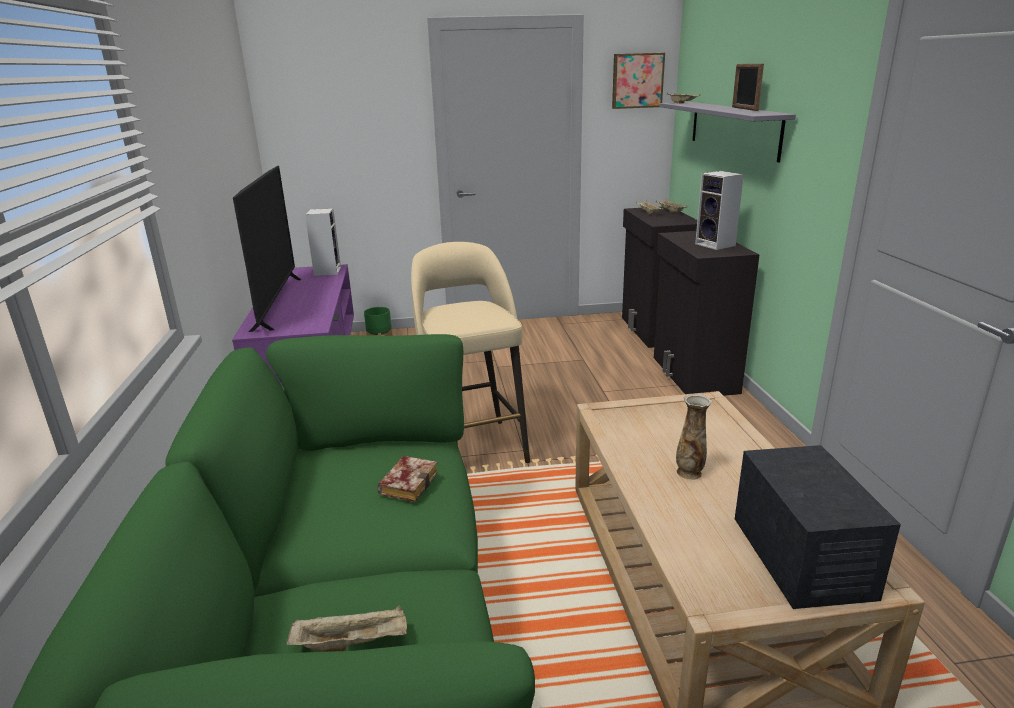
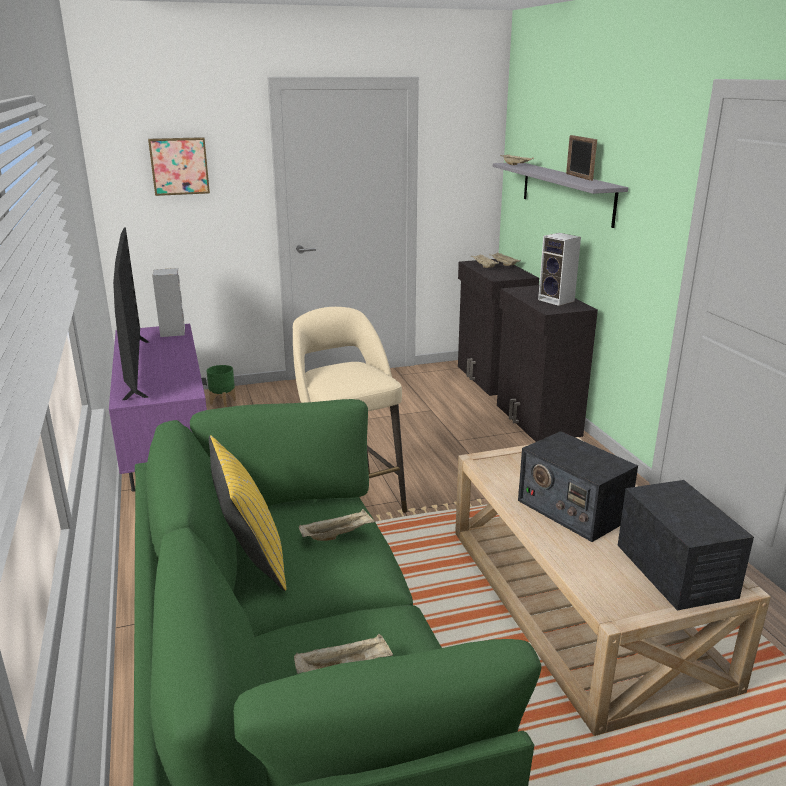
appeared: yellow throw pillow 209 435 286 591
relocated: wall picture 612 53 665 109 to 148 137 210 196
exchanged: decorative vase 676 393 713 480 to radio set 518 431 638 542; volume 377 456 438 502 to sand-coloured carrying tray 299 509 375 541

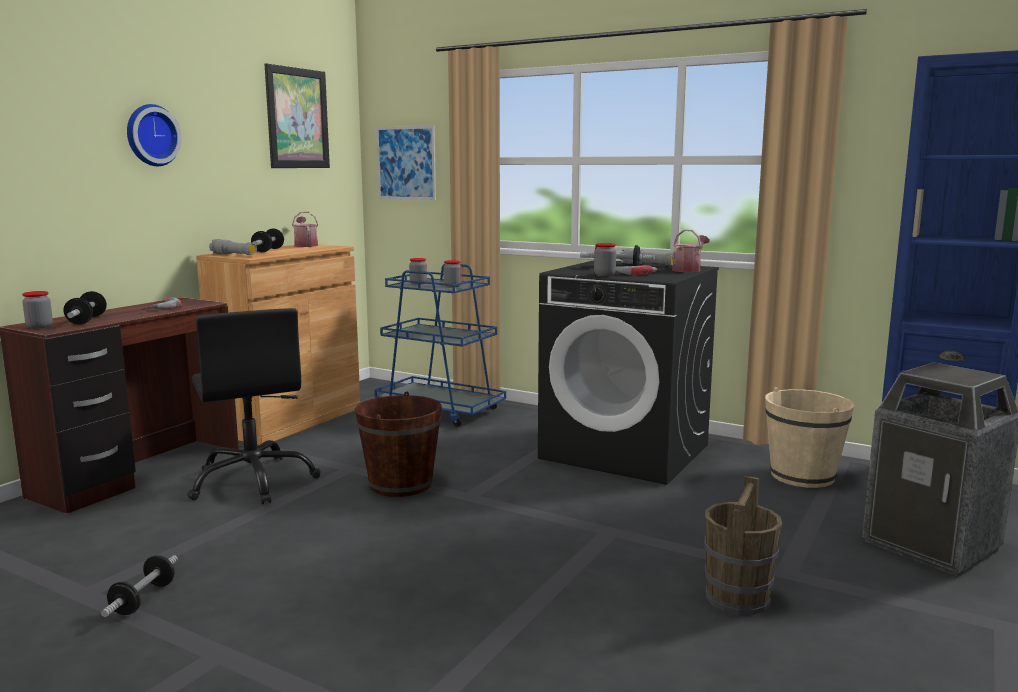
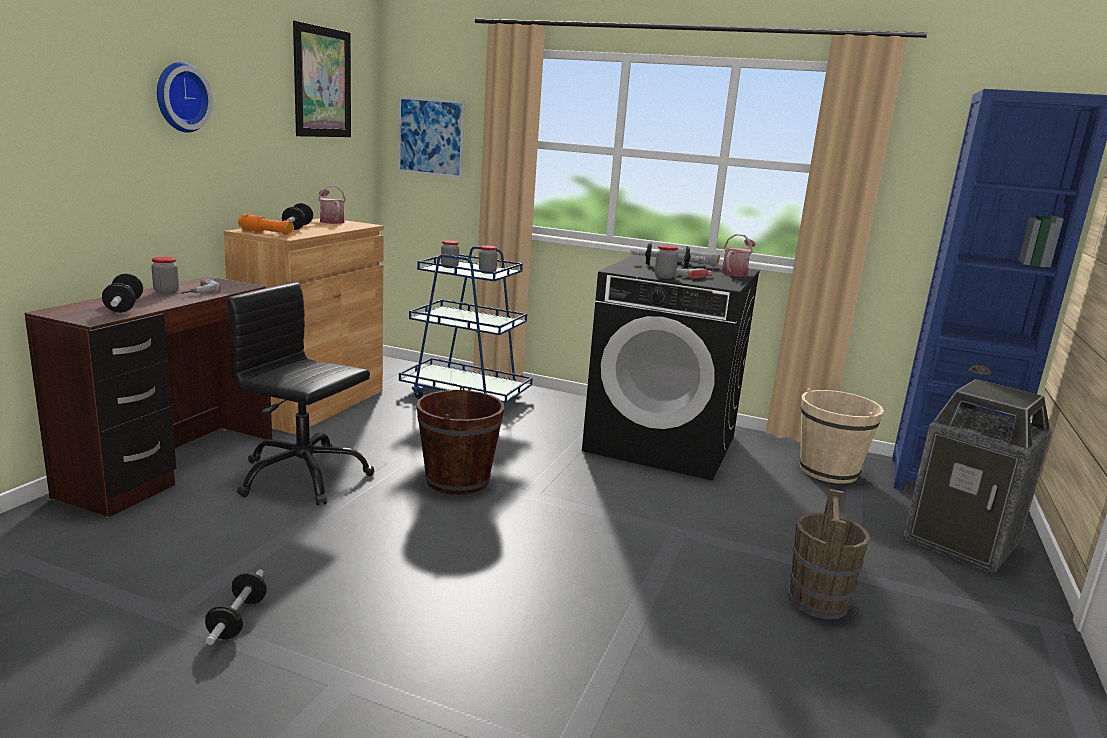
relocated: jar 22 291 53 329 to 151 257 179 294
colour: gray flashlight 209 239 257 255 to orange-coloured flashlight 238 214 294 235
spun: black-coloured computer chair 187 308 321 505 = 227 282 374 506 150 degrees clockwise

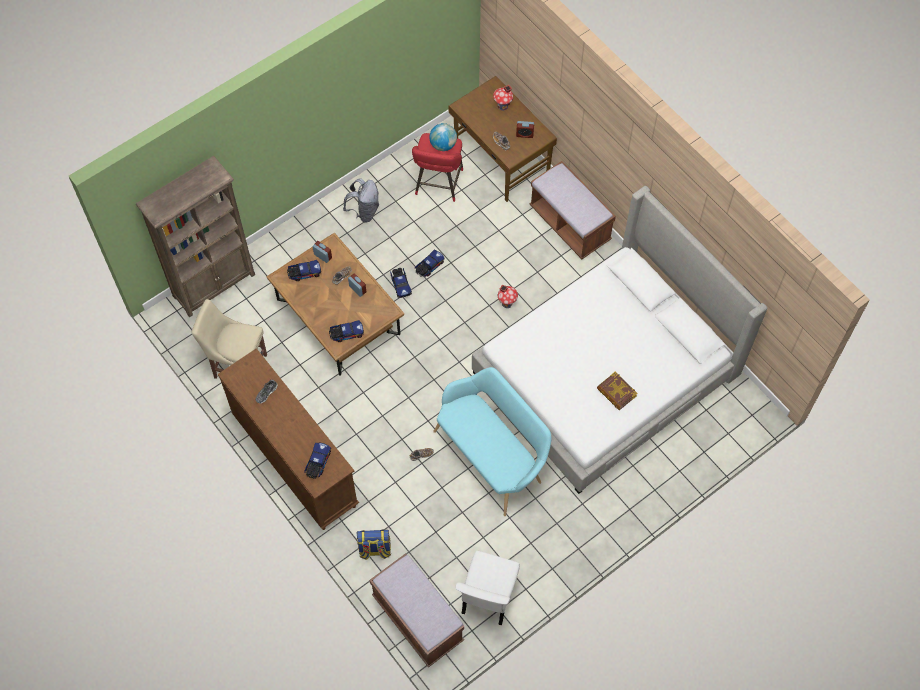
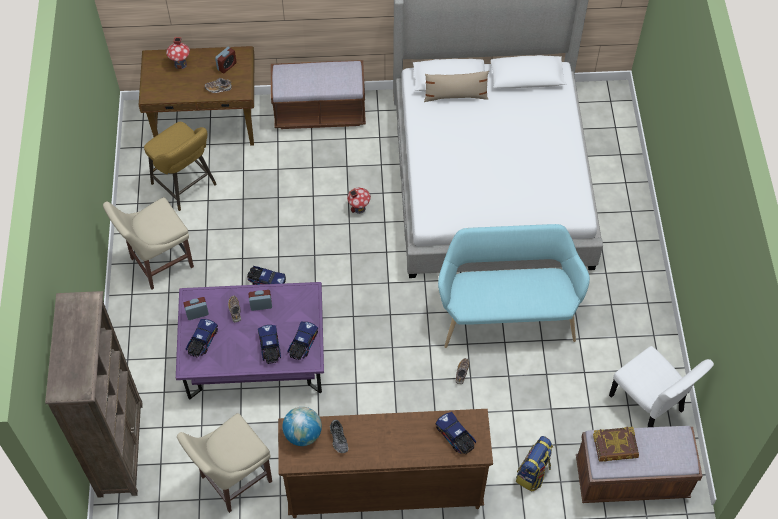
appeared: sand-coloured throw pillow 424 71 489 102
relocated: globe 429 123 457 151 to 282 407 322 446; model truck 415 250 445 277 to 258 325 281 364; volume 597 371 638 410 to 593 427 639 462
exchanged: gray backpack 343 178 379 222 to sand-coloured plain chair 103 197 194 289
colour: red-coloured sitting stool 412 133 463 202 to yellow sitting stool 144 122 217 211; brownish coffee table 267 233 404 376 to purplish coffee table 176 282 324 400

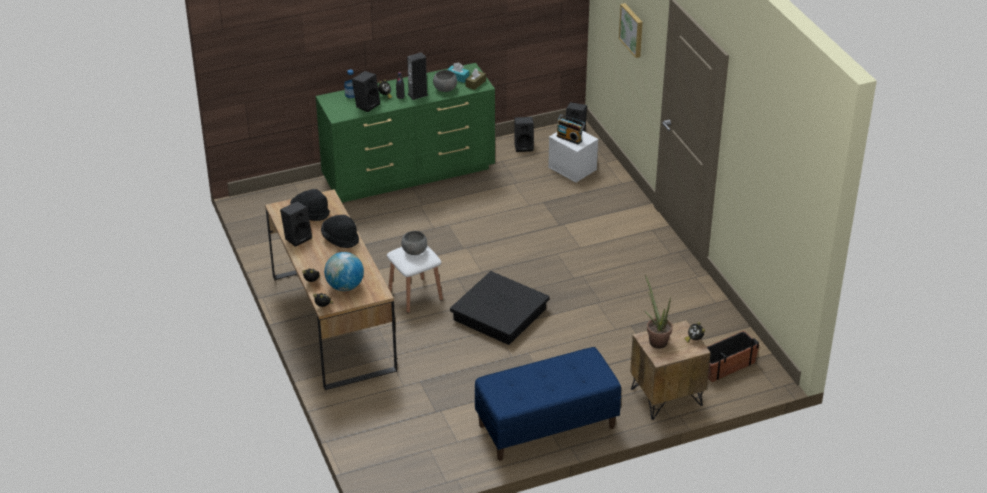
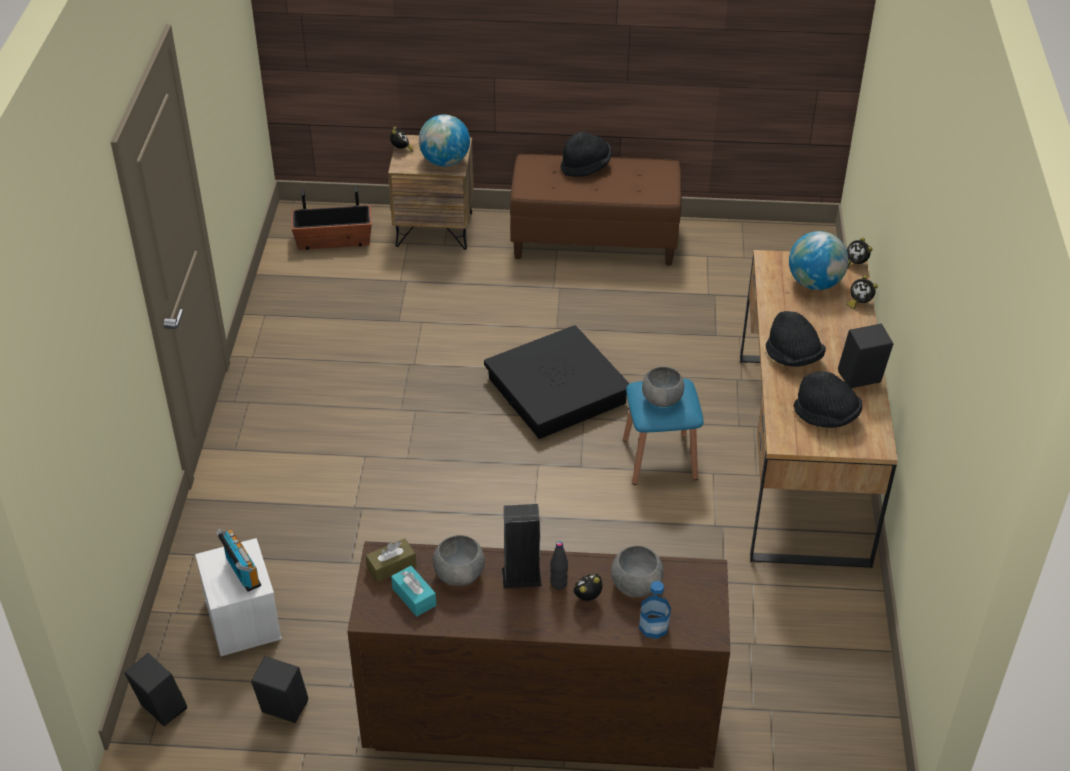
missing: wall picture 619 3 643 58
appeared: black-coloured clothing hat 560 132 612 177
exchanged: black-coloured speaker 352 71 380 112 to gray serving bowl 611 545 663 597; plant in a pot 644 275 673 349 to globe 419 115 470 167
colour: green-coloured drawer chest 316 63 495 203 to brownish drawer chest 347 541 730 769; white-coloured sitting stool 387 245 443 313 to blue sitting stool 623 379 704 485; blue indoor bench 474 347 621 461 to brownish indoor bench 510 154 681 266

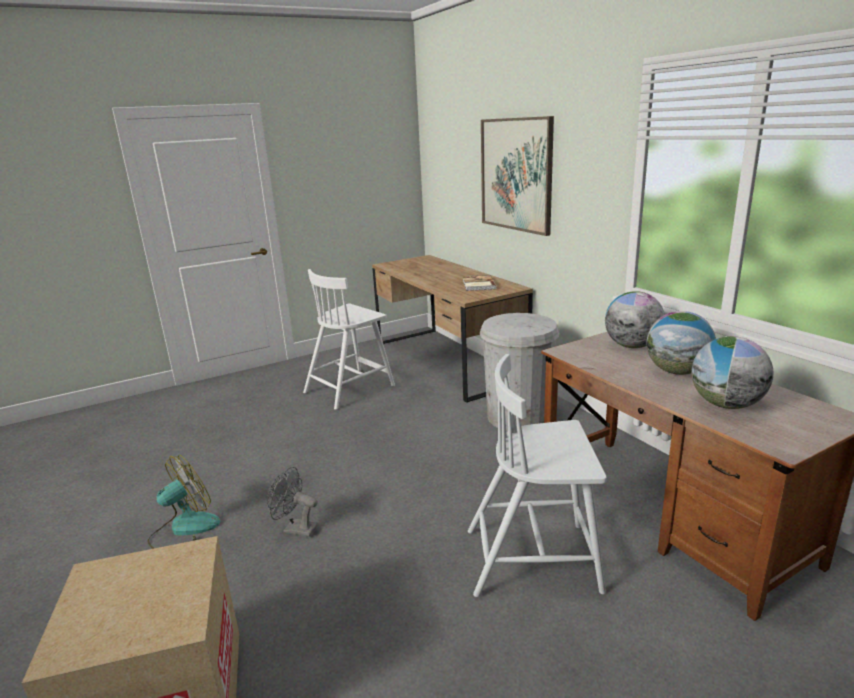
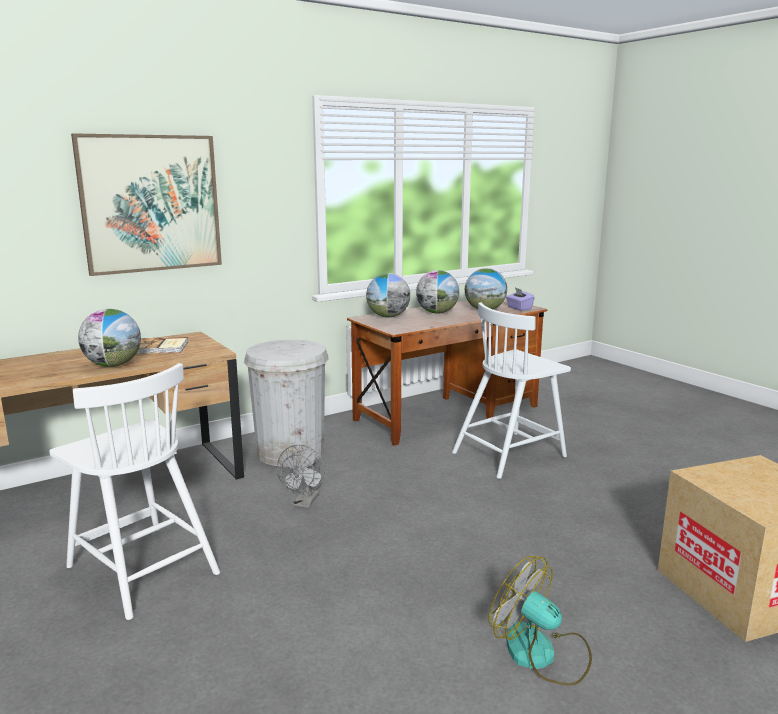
appeared: purplish box of tissues 506 288 535 311; globe 78 309 141 367
relocated: gray cooling fan 267 467 318 537 to 277 445 325 508
spun: white-coloured plain chair 468 354 607 597 = 452 303 571 479 60 degrees clockwise

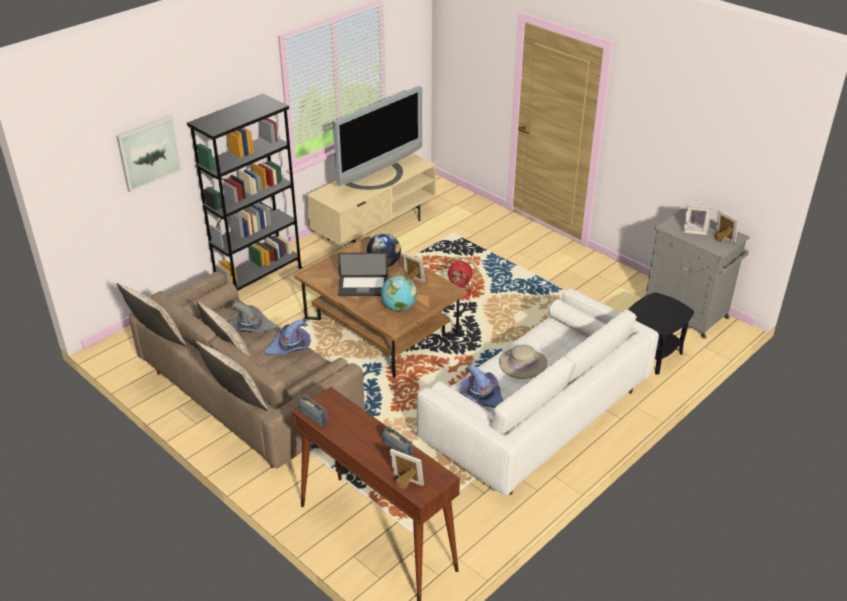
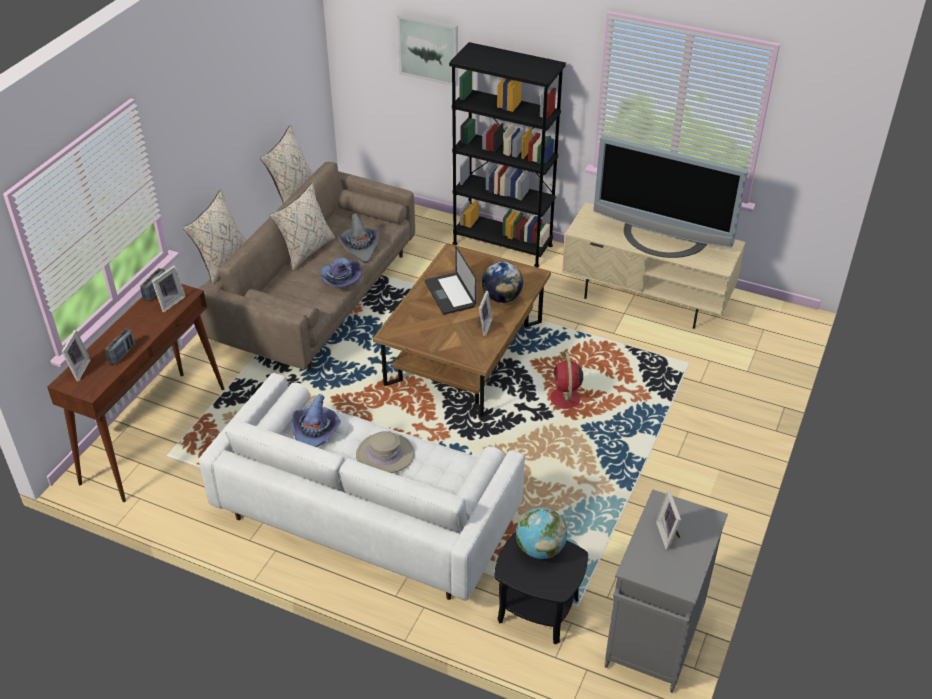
relocated: photo frame 715 210 738 245 to 152 265 186 312; globe 381 275 417 312 to 516 507 567 559

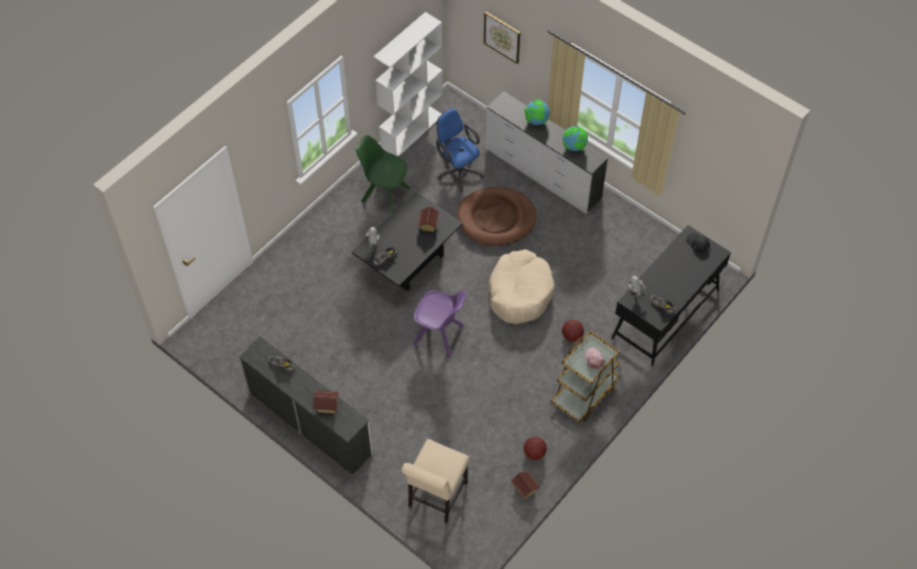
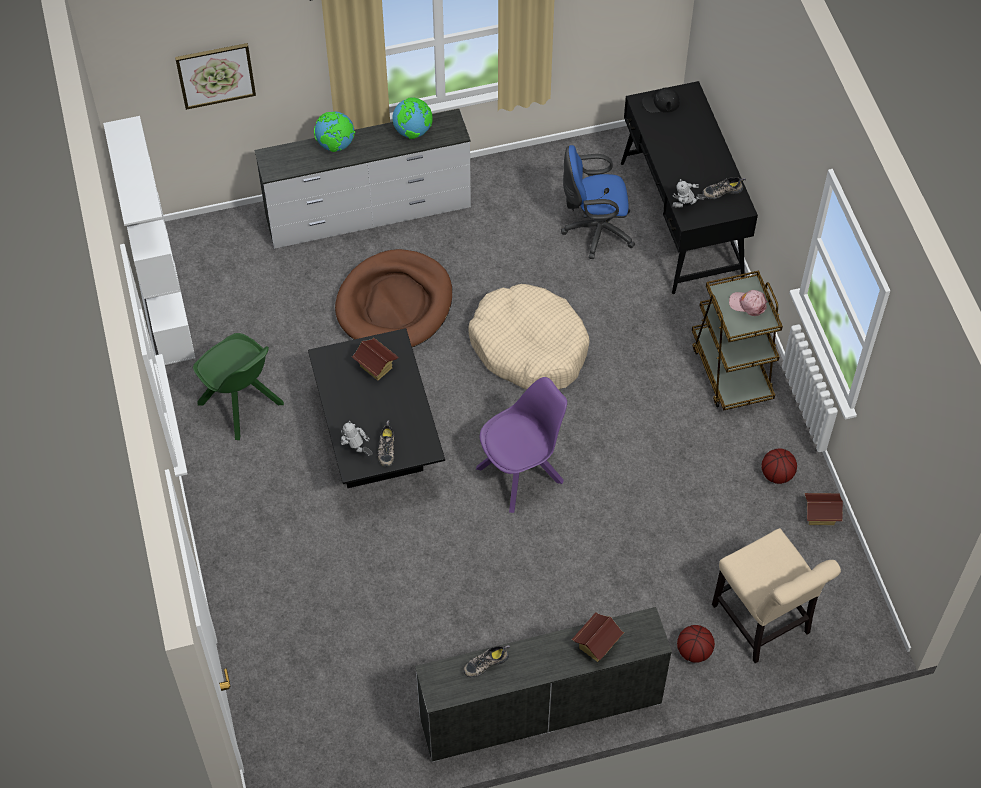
relocated: blue computer chair 436 108 484 192 to 561 145 635 259; ball for basketball 562 320 584 342 to 677 625 715 663
spun: green-coloured plain chair 356 135 411 214 = 193 333 284 440 105 degrees counterclockwise

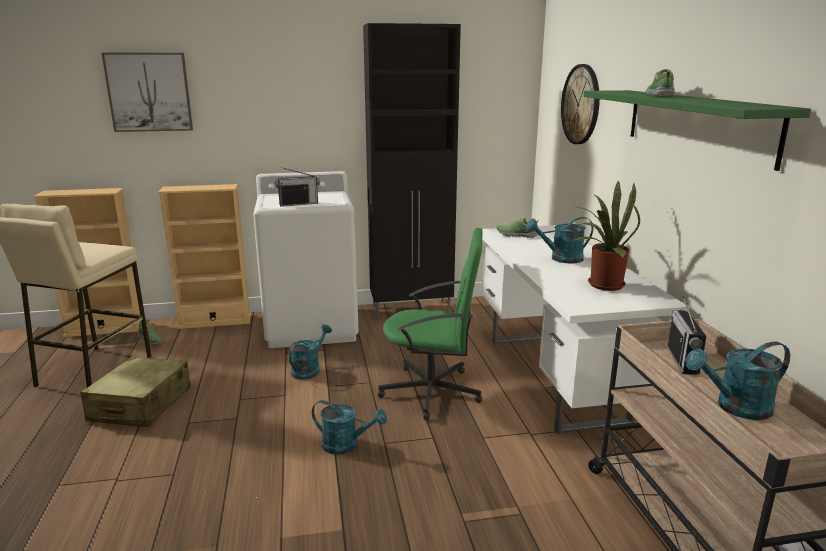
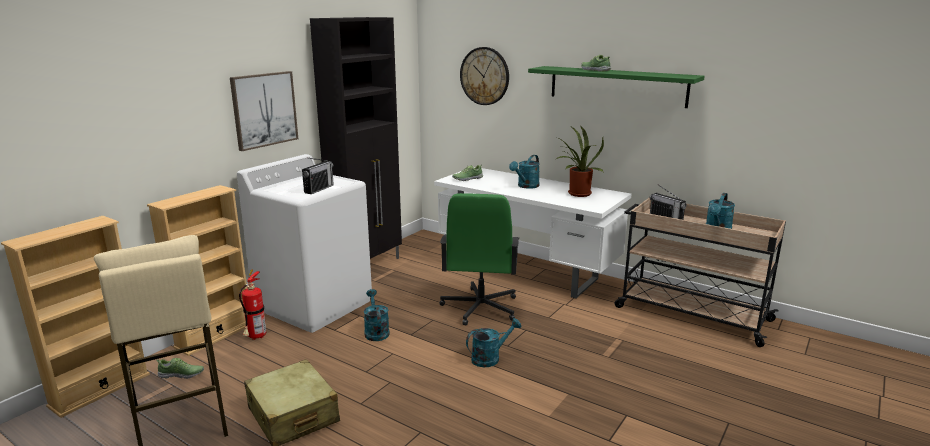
appeared: extinguisher 239 269 266 340
relocated: wall picture 102 53 193 132 to 230 71 298 151
spun: green-coloured computer chair 378 228 483 420 = 440 193 519 326 135 degrees clockwise

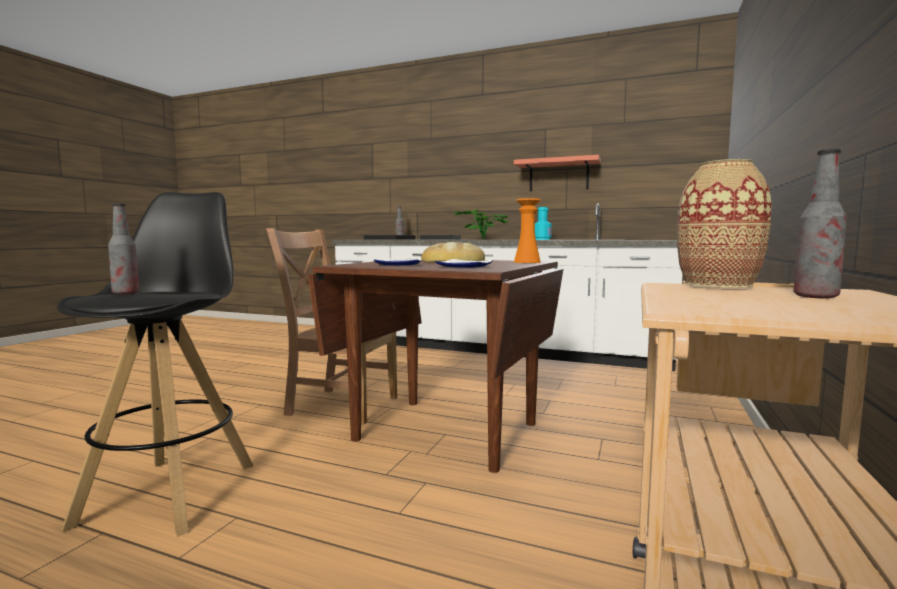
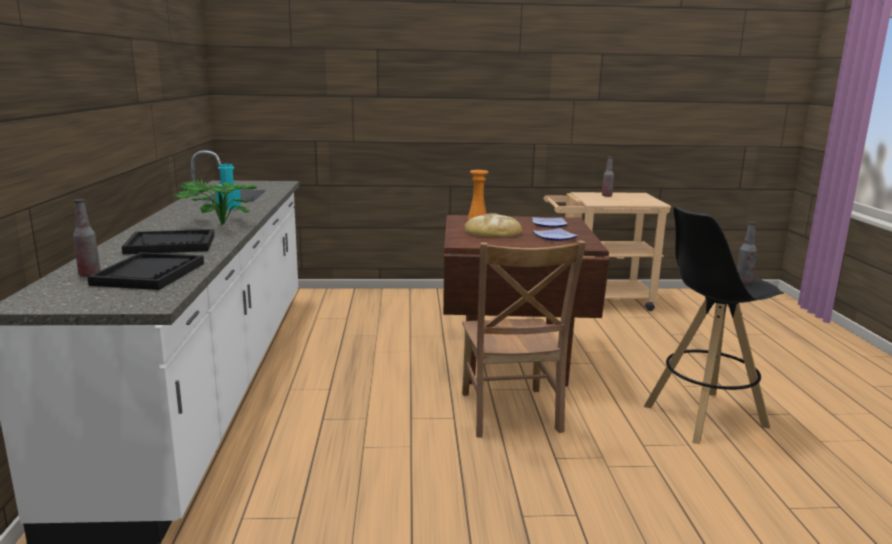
missing: wall shelf 514 155 601 192; decorative vase 677 159 772 288

